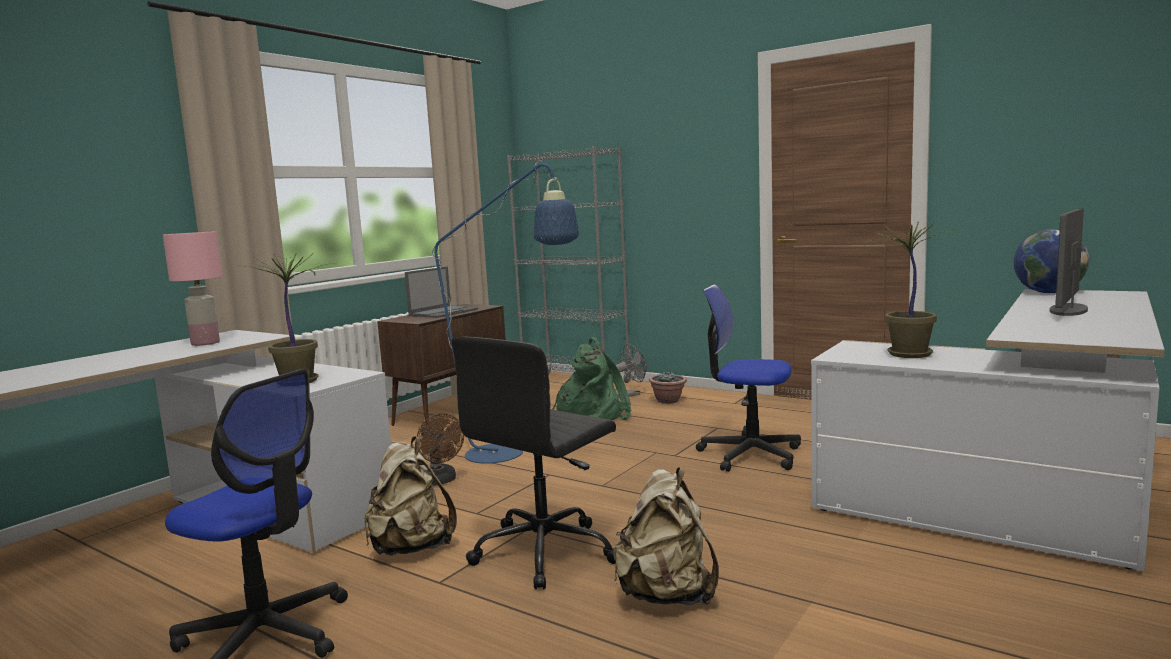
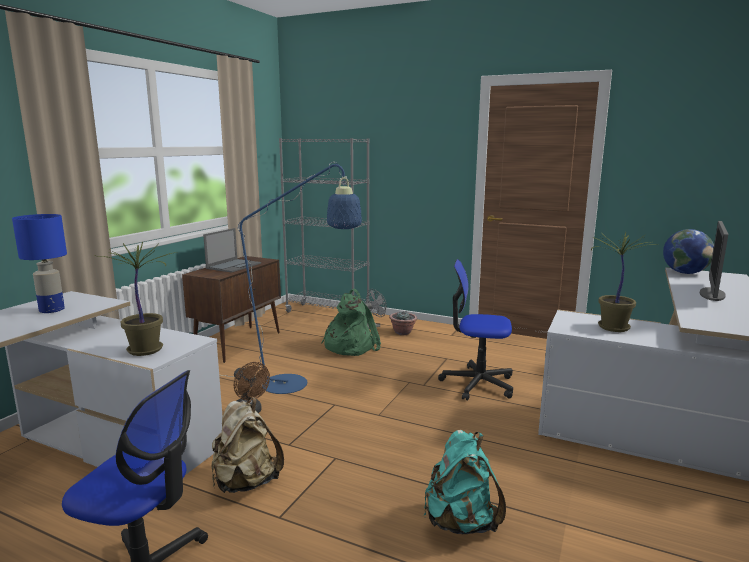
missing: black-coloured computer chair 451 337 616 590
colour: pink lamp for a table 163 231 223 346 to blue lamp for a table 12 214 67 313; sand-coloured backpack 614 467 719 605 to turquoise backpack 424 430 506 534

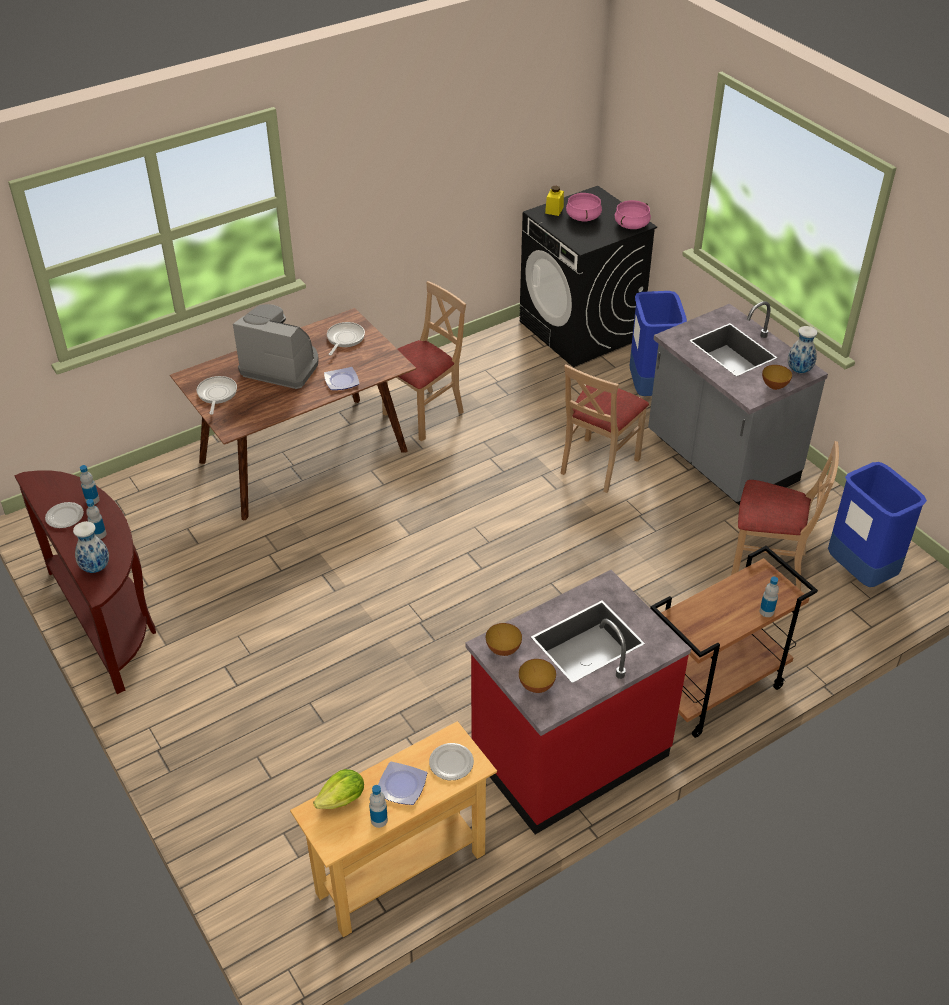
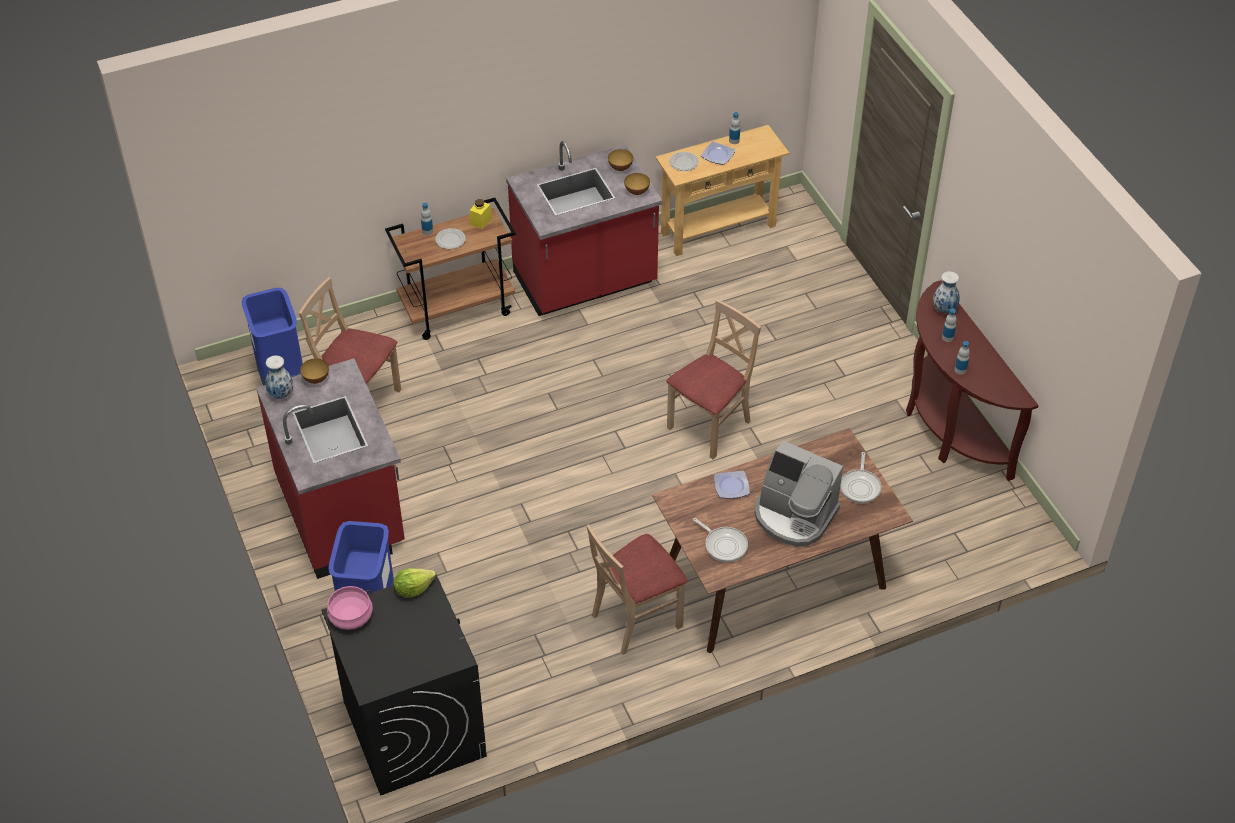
missing: pink cooking pot 566 193 602 221
relocated: yellow jar 545 186 564 216 to 470 199 492 229; sand-coloured plain chair 560 364 649 493 to 666 299 761 459; plate 45 502 84 528 to 435 228 466 249; lettuce 313 769 364 809 to 393 568 436 598
colour: gray kitchen counter 648 301 828 506 to red-coloured kitchen counter 256 358 405 579
spun: frying pan 327 322 365 356 = 693 518 748 562 75 degrees counterclockwise

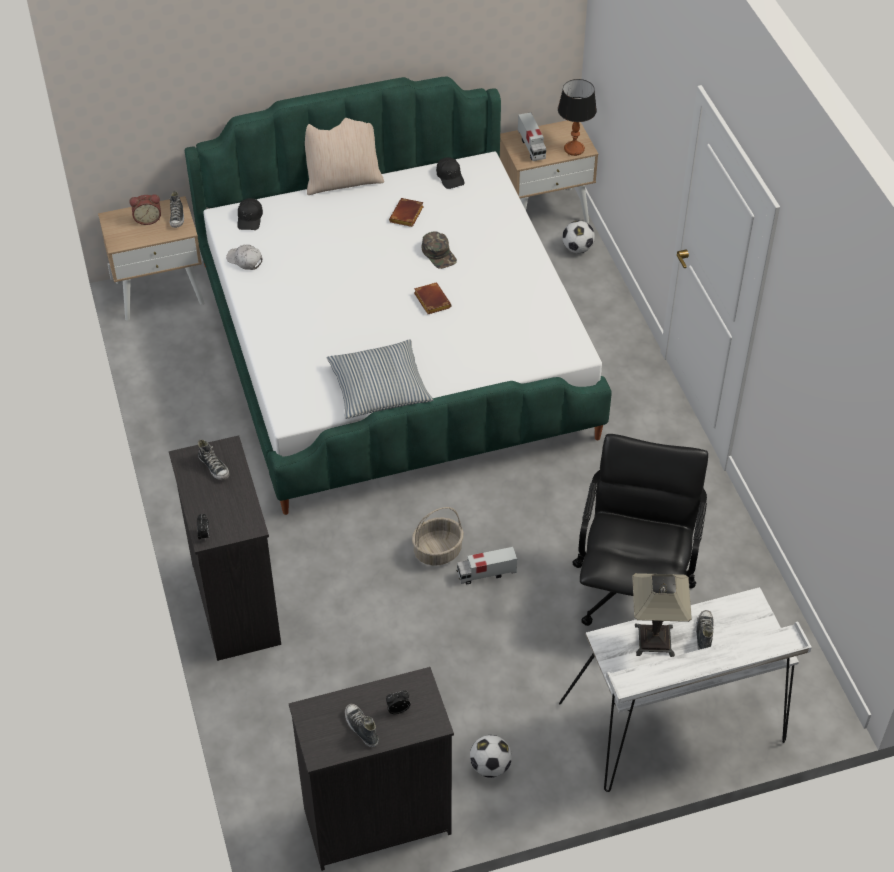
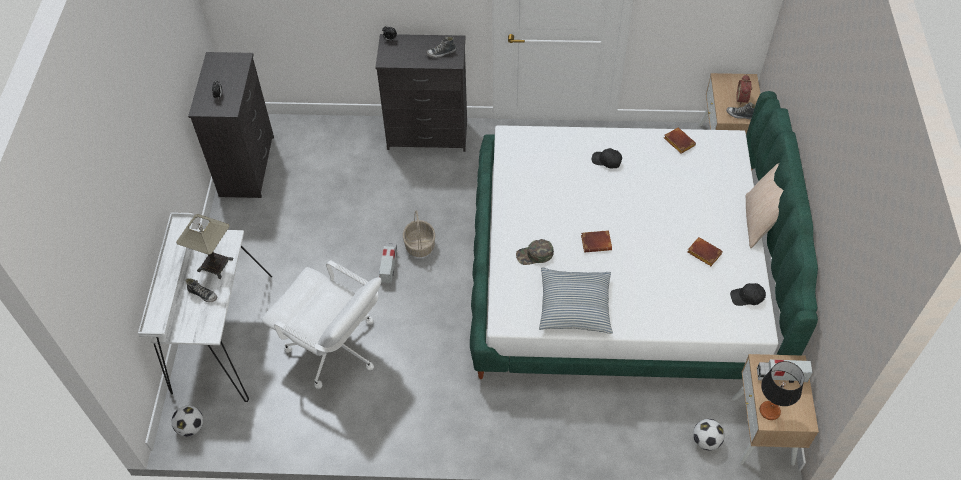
missing: shoe 345 704 379 747
relocated: black-coloured cap 237 198 263 230 to 592 148 622 169; green-coloured cap 422 231 457 269 to 516 239 554 265; throw pillow 327 340 434 419 to 539 268 613 334; ball for football 470 735 512 778 to 172 405 203 437
exchanged: white-coloured cap 226 244 262 270 to brownish volume 664 128 696 154
colour: black-coloured computer chair 573 434 708 626 to white-coloured computer chair 262 260 381 389

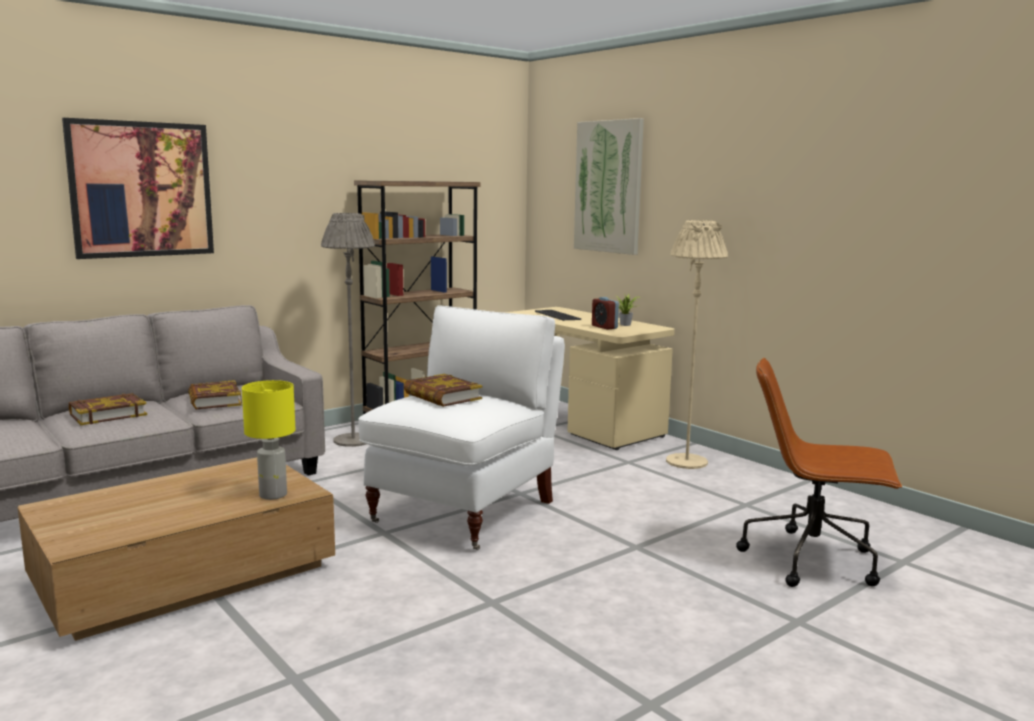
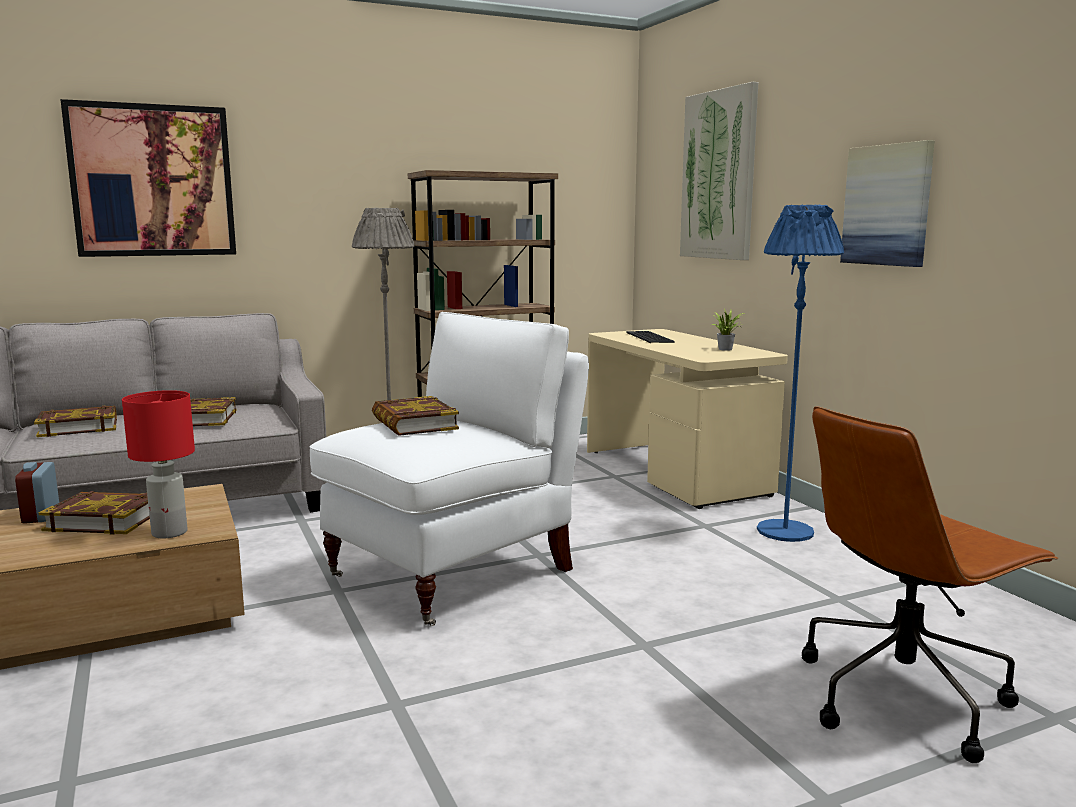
appeared: wall picture 840 140 935 267; volume 39 491 150 535
relocated: bedside clock 592 297 619 330 to 15 462 59 524
colour: sand-coloured standing lamp 666 220 728 469 to blue standing lamp 757 204 844 542; yellow lamp for a table 242 380 295 500 to red-coloured lamp for a table 122 390 195 538
spun: brownish computer chair 736 358 902 587 = 802 406 1058 763 60 degrees counterclockwise

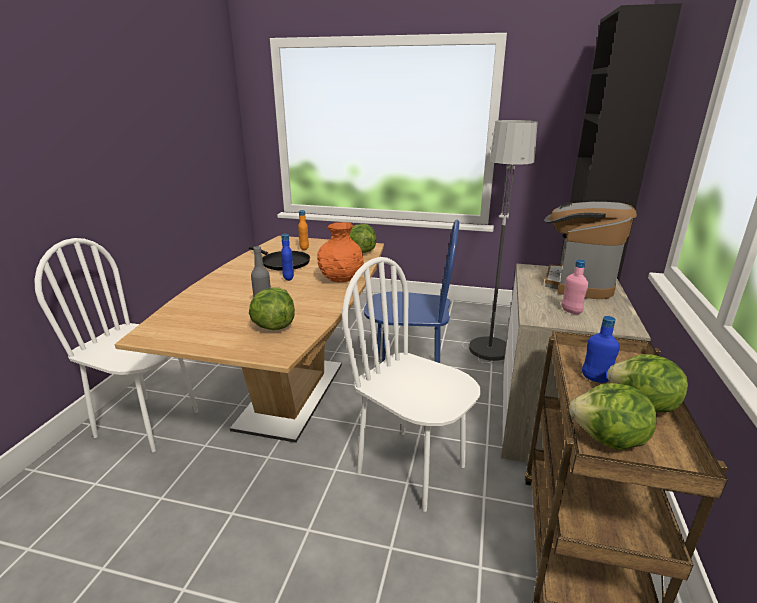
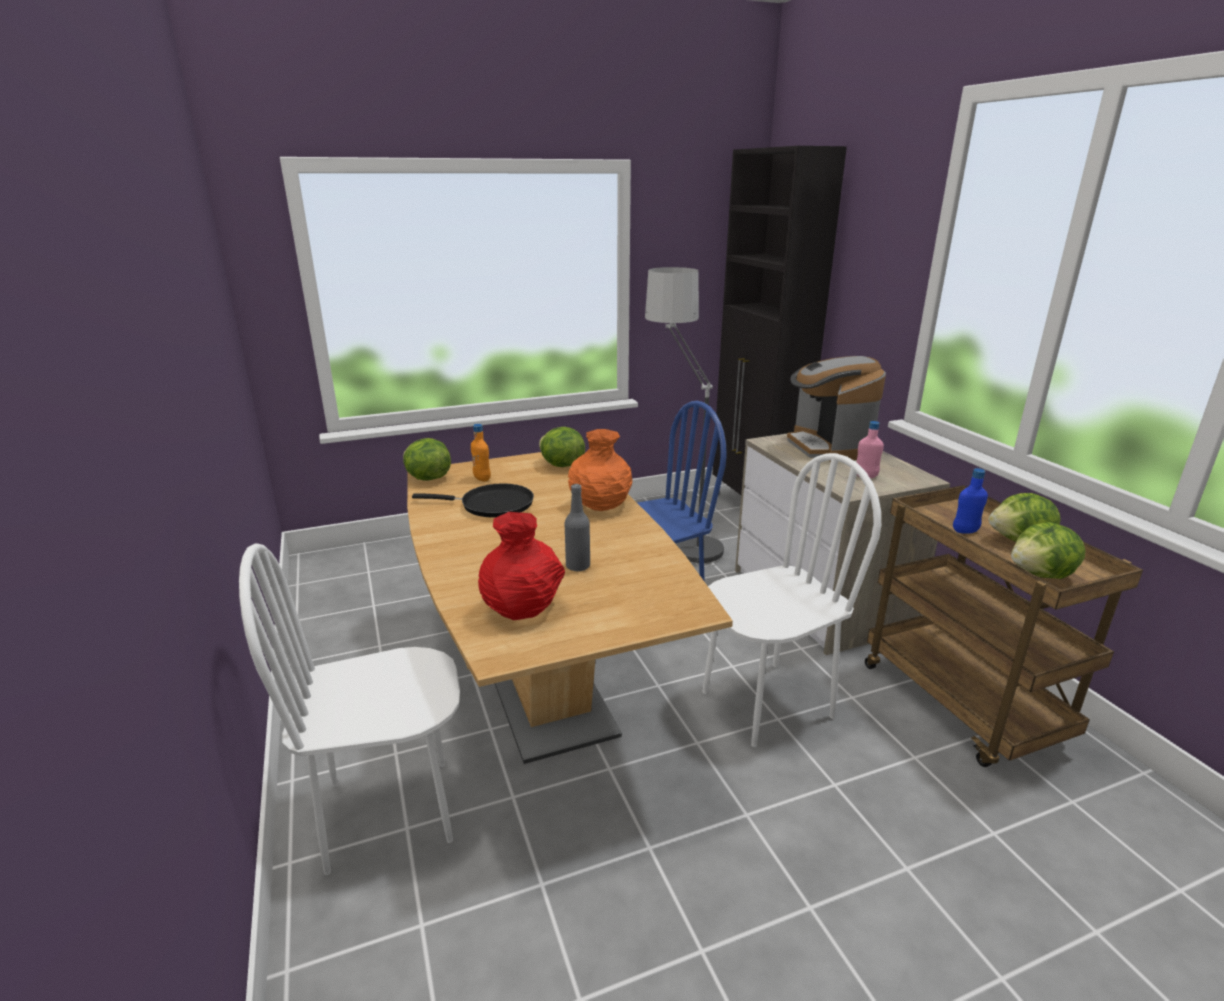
missing: blue drink bottle 281 234 294 281
appeared: red-coloured decorative vase 478 512 565 620
relocated: lettuce 249 287 295 330 to 403 438 451 481
spun: white-coloured plain chair 342 257 481 512 = 703 453 881 747 150 degrees clockwise

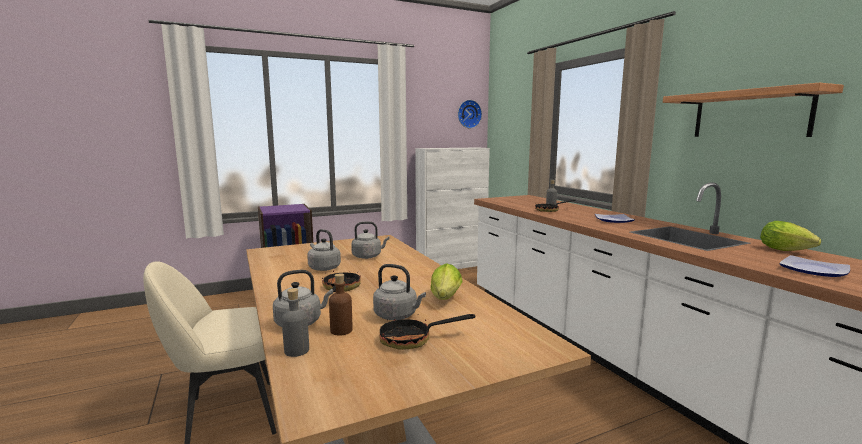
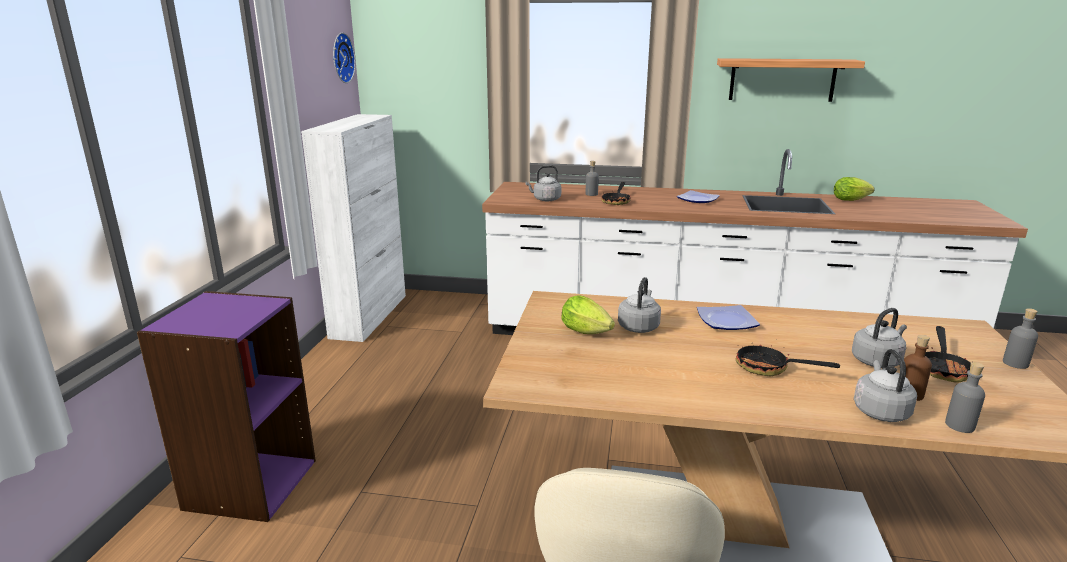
appeared: gray drink bottle 1003 308 1038 369
relocated: gray water kettle 307 229 341 271 to 525 165 561 201; plate 780 255 850 277 to 697 305 760 330; lettuce 430 263 462 300 to 561 295 615 334

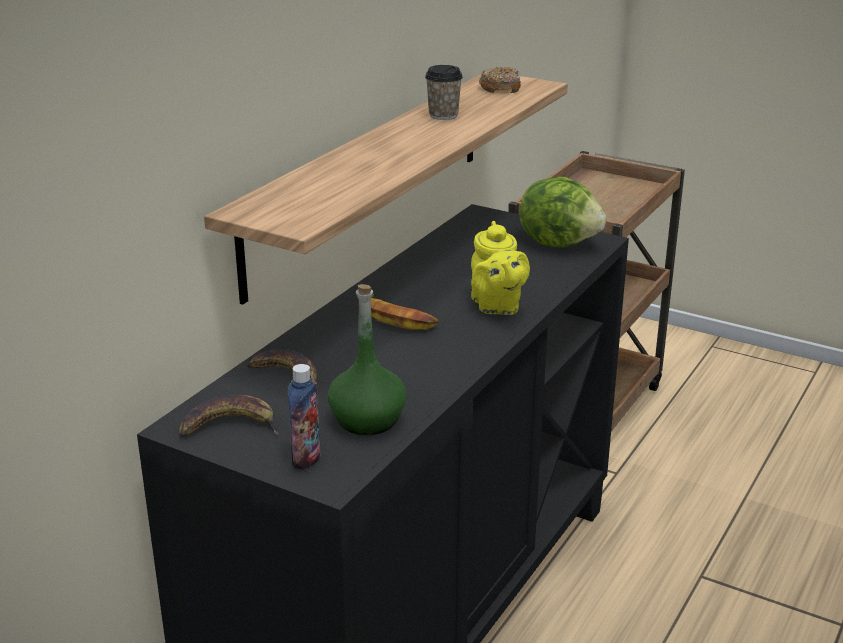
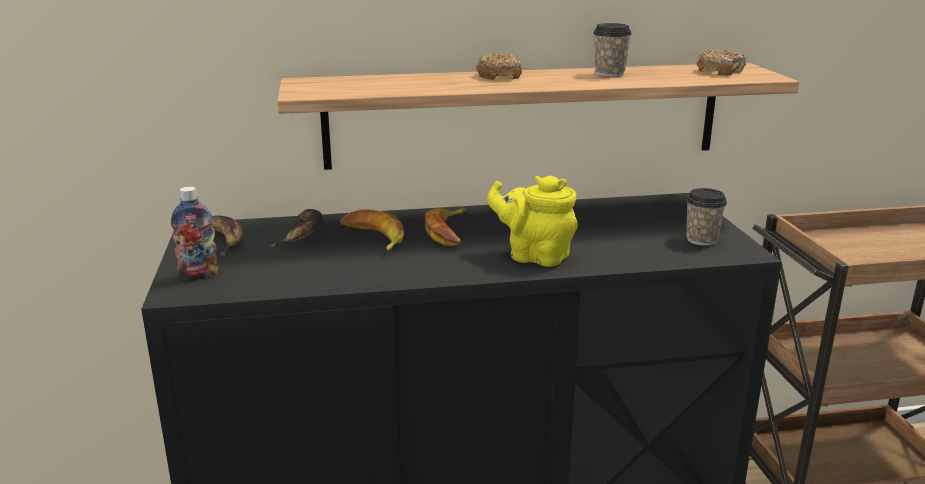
missing: green-coloured drink bottle 328 284 407 435
appeared: doughnut 476 54 522 80; whole banana 340 209 404 251
exchanged: lettuce 520 177 606 247 to cup 686 188 727 246
spun: yellow teapot 471 221 530 315 = 487 176 578 267 75 degrees clockwise

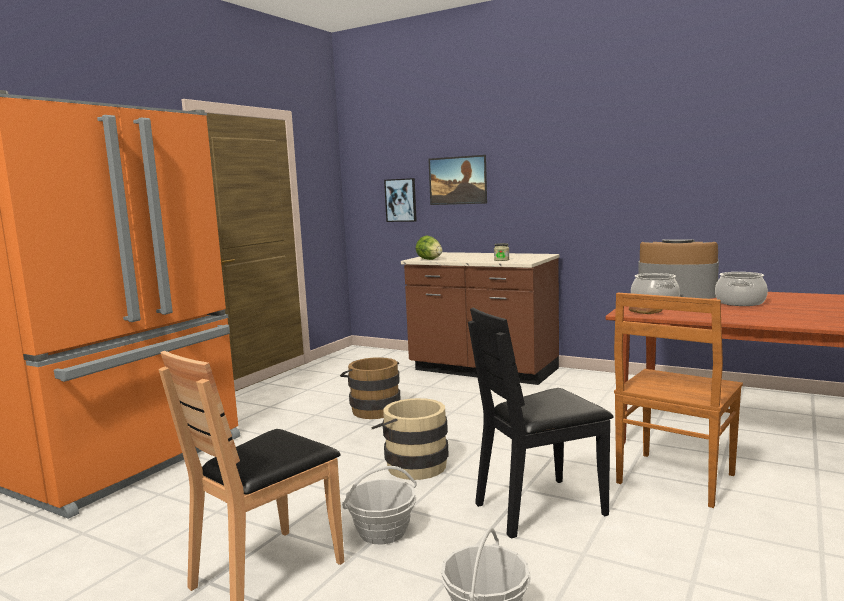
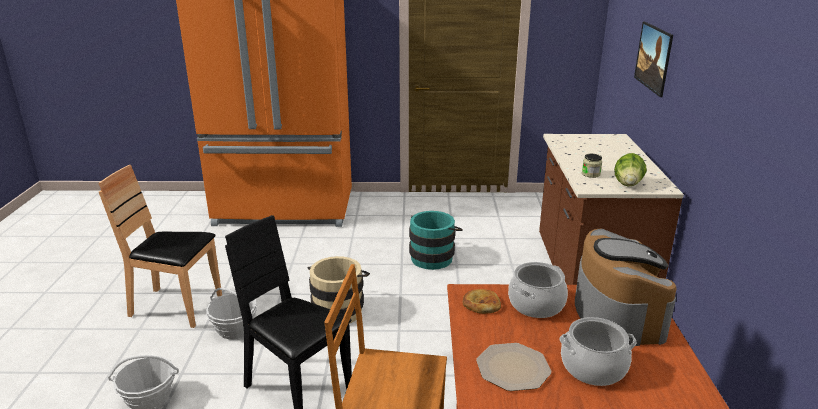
missing: wall picture 384 178 417 222
appeared: plate 476 343 551 391
relocated: lettuce 416 236 443 260 to 614 153 647 186
colour: brownish water bucket 340 357 401 419 to turquoise water bucket 409 211 463 270

